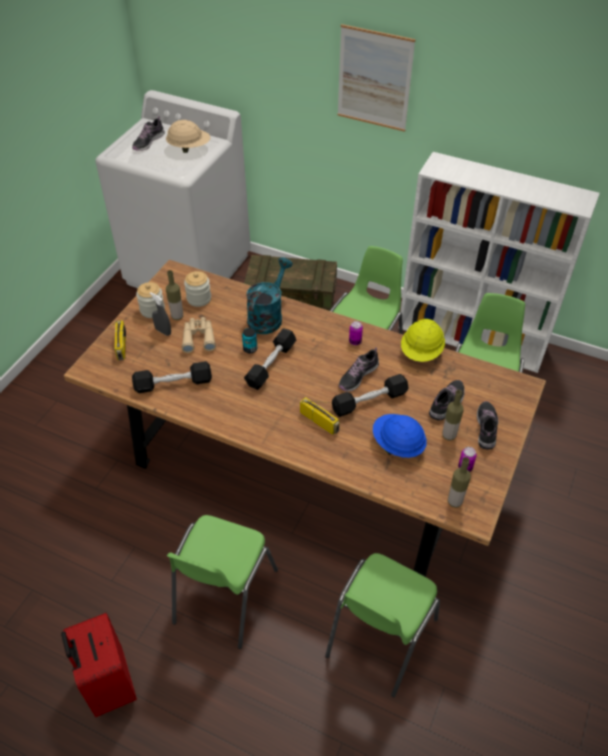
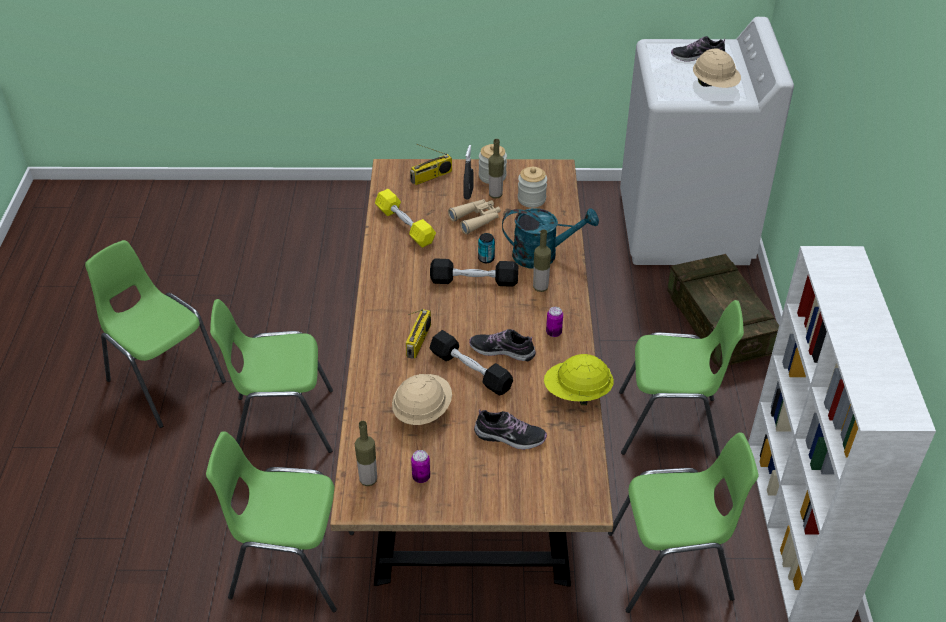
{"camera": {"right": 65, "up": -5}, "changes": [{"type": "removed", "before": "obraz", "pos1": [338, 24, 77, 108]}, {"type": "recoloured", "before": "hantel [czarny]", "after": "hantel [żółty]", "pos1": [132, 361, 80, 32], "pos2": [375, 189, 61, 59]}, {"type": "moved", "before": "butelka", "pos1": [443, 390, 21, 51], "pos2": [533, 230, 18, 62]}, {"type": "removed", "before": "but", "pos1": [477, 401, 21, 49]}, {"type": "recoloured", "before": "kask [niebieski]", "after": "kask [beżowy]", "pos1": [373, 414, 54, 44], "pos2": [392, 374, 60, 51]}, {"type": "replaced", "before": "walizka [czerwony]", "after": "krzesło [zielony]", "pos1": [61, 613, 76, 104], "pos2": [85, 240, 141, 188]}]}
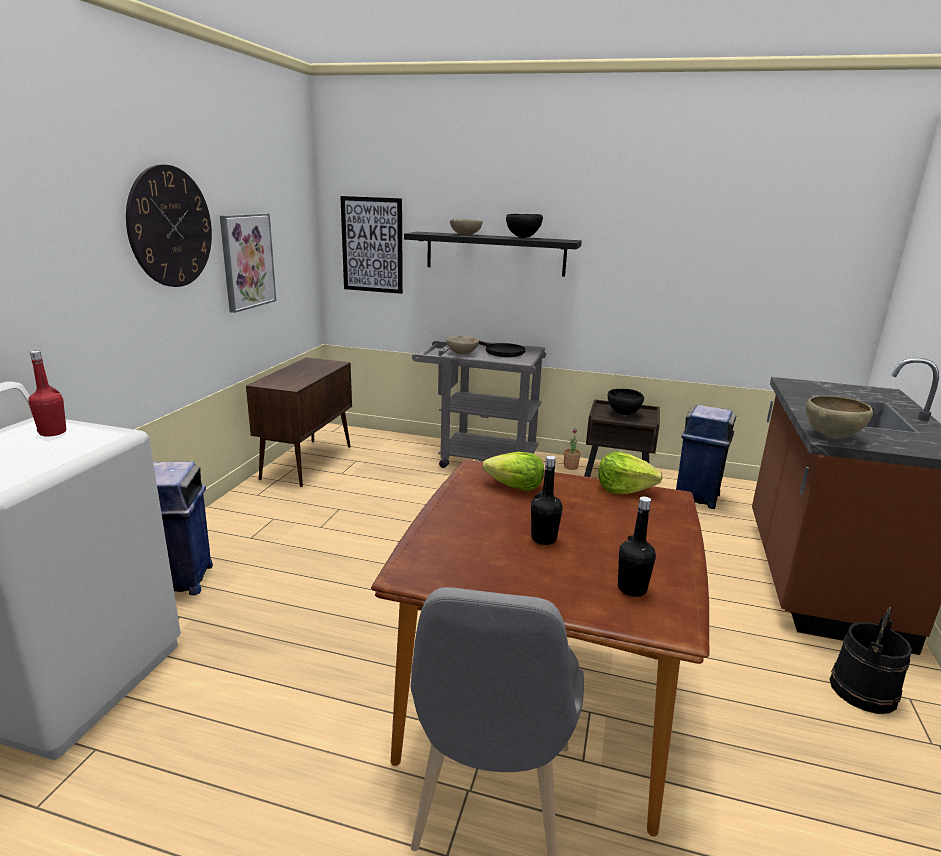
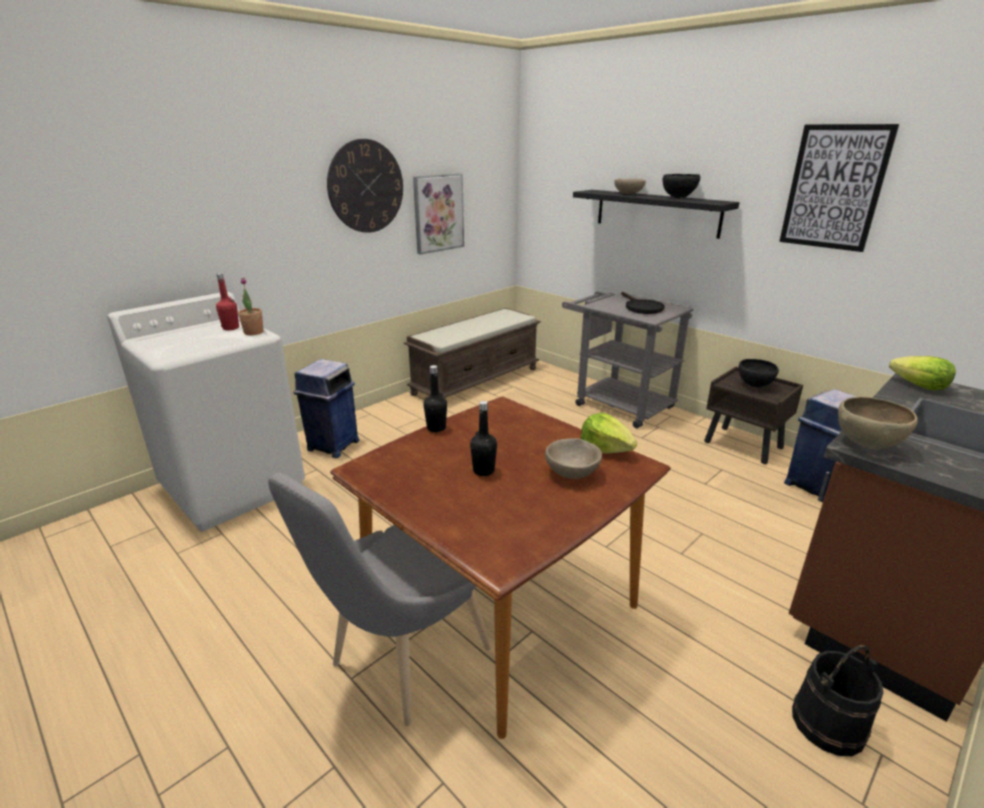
{"camera": {"right": 30, "up": 5}, "changes": [{"type": "moved", "before": "obraz", "pos1": [340, 196, 63, 98], "pos2": [779, 124, 120, 128]}, {"type": "moved", "before": "miska [beżowy]", "pos1": [446, 335, 33, 19], "pos2": [545, 438, 57, 41]}, {"type": "replaced", "before": "szafka [brązowy]", "after": "ławka [brązowy]", "pos1": [246, 357, 106, 130], "pos2": [404, 308, 137, 90]}, {"type": "moved", "before": "roślina doniczkowa", "pos1": [564, 428, 17, 42], "pos2": [238, 278, 25, 57]}, {"type": "moved", "before": "sałata", "pos1": [483, 452, 61, 39], "pos2": [889, 356, 67, 35]}, {"type": "moved", "before": "butelka [czarny]", "pos1": [618, 496, 38, 101], "pos2": [423, 365, 24, 67]}]}
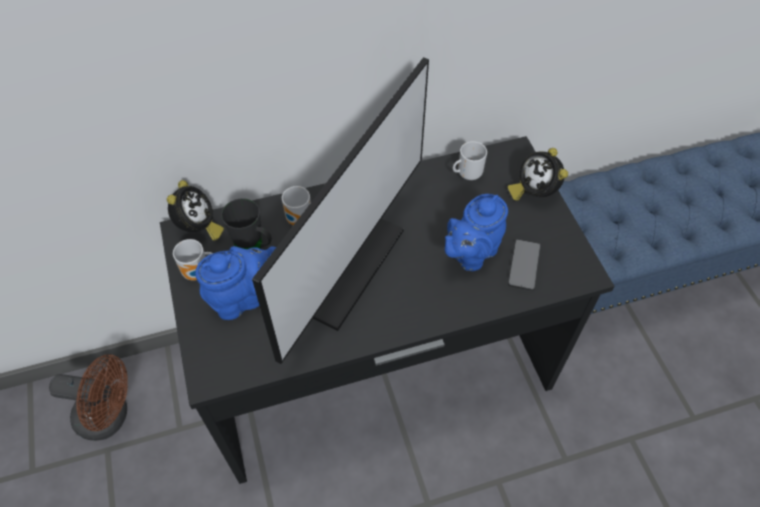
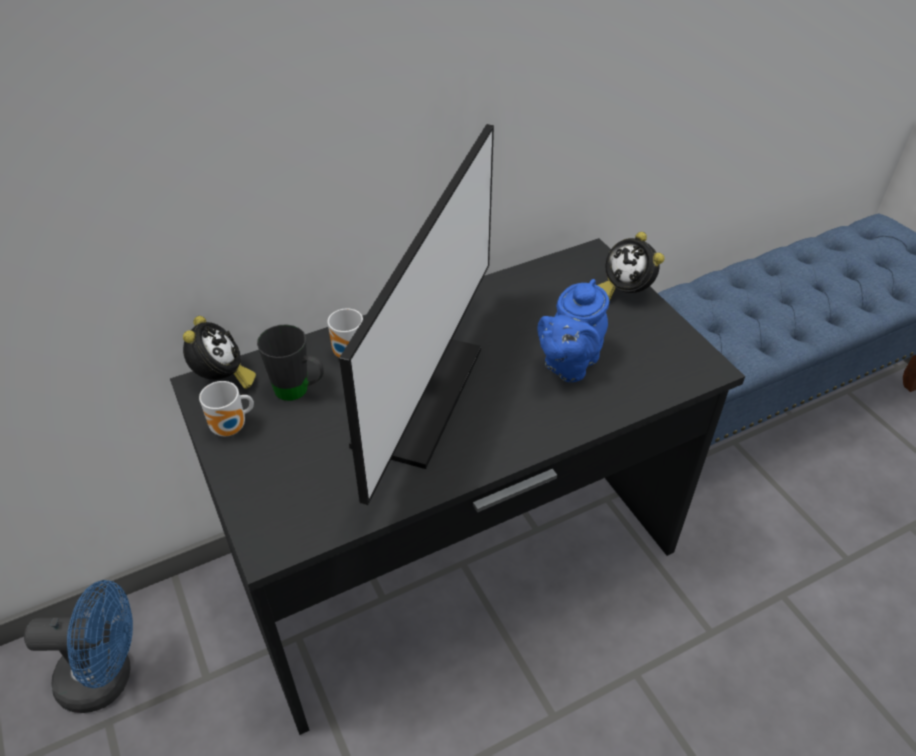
{"camera": {"right": -10, "up": -10}, "changes": [{"type": "removed", "before": "kubek", "pos1": [453, 141, 34, 39]}, {"type": "removed", "before": "telefon", "pos1": [508, 239, 33, 52]}, {"type": "removed", "before": "imbryk [niebieski]", "pos1": [195, 246, 81, 74]}, {"type": "recoloured", "before": "wentylator [brązowy]", "after": "wentylator [niebieski]", "pos1": [49, 354, 79, 87], "pos2": [24, 580, 109, 133]}]}
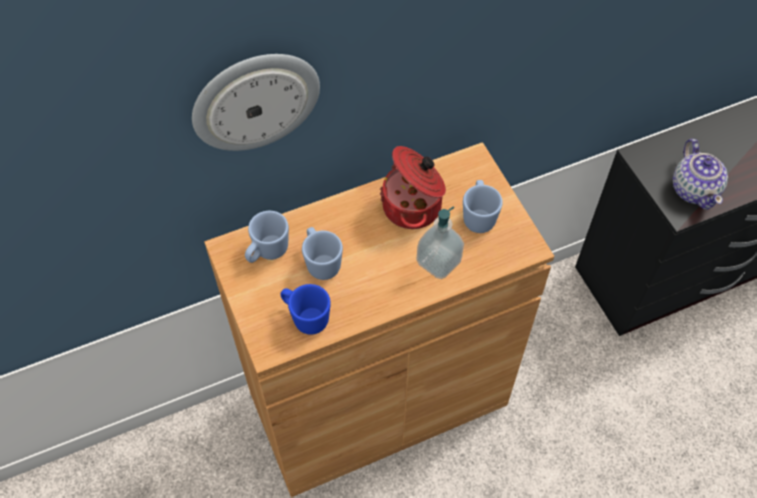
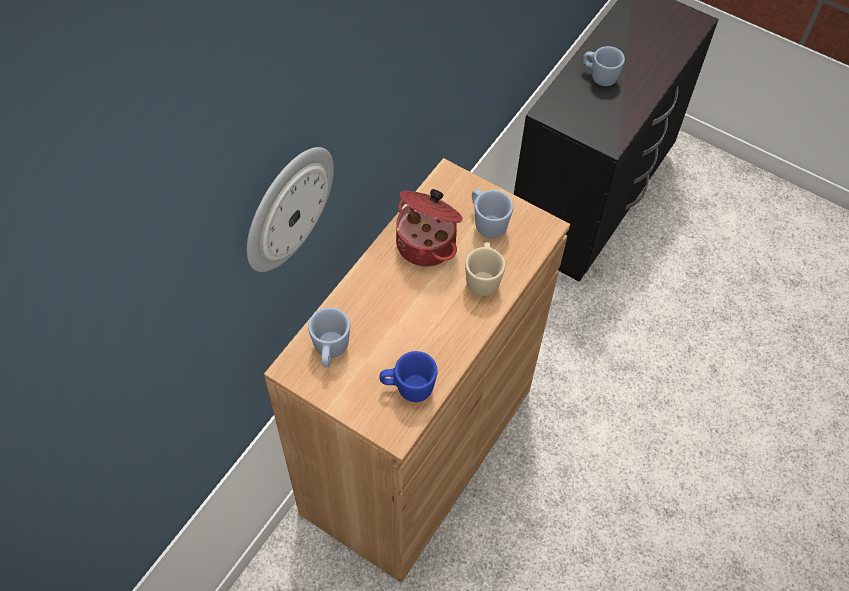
{"camera": {"right": -35, "up": 0}, "changes": [{"type": "removed", "before": "imbryk", "pos1": [673, 139, 55, 71]}, {"type": "replaced", "before": "dozownik mydła", "after": "kubek [beżowy]", "pos1": [417, 207, 47, 72], "pos2": [465, 242, 40, 54]}, {"type": "moved", "before": "kubek [niebieski]", "pos1": [302, 227, 41, 53], "pos2": [583, 46, 42, 40]}]}
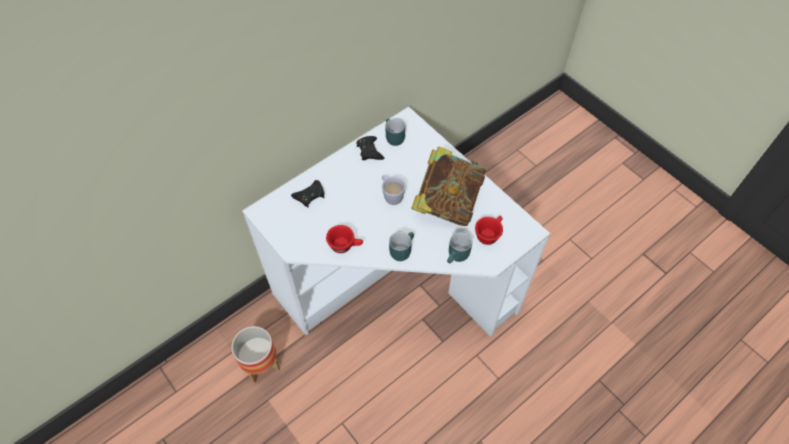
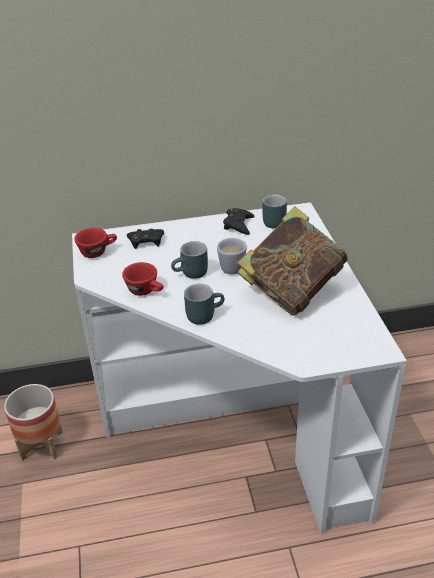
{"camera": {"right": 30, "up": -20}, "changes": [{"type": "moved", "before": "filiżanka [czerwony]", "pos1": [475, 216, 28, 29], "pos2": [74, 228, 43, 30]}, {"type": "moved", "before": "kubek [turkusowy]", "pos1": [447, 232, 25, 31], "pos2": [171, 241, 37, 38]}]}
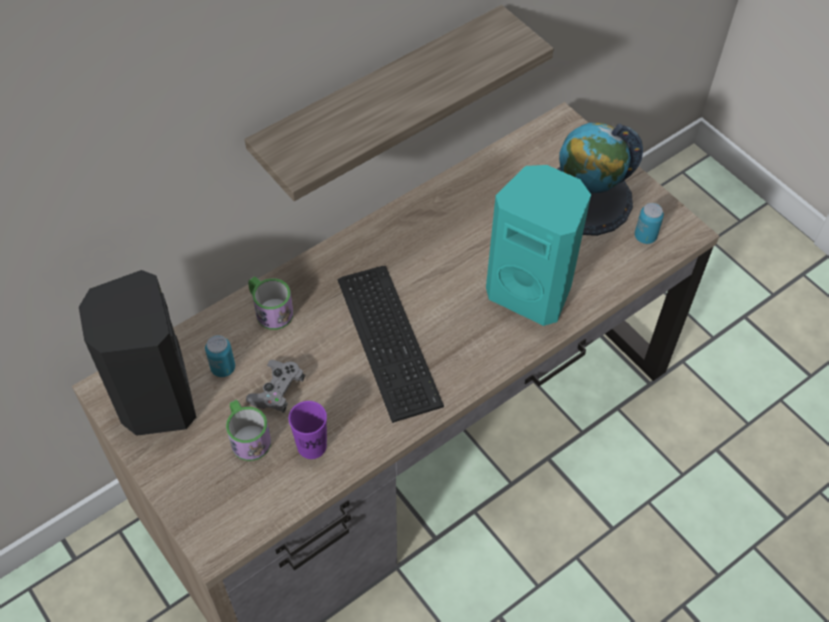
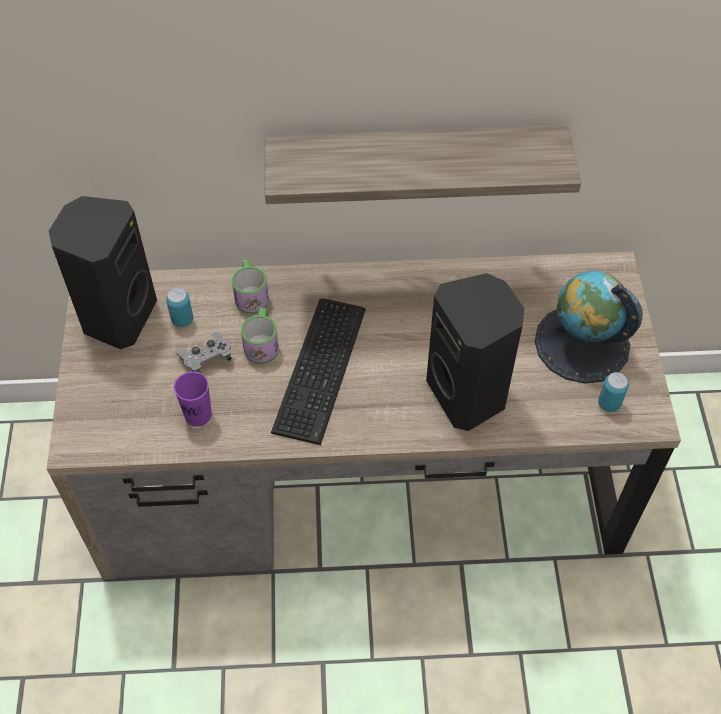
{"camera": {"right": 35, "up": 0}, "changes": [{"type": "recoloured", "before": "głośnik [turkusowy]", "after": "głośnik [czarny]", "pos1": [486, 165, 105, 161], "pos2": [426, 273, 98, 158]}, {"type": "moved", "before": "kubek", "pos1": [226, 400, 45, 61], "pos2": [241, 308, 38, 56]}]}
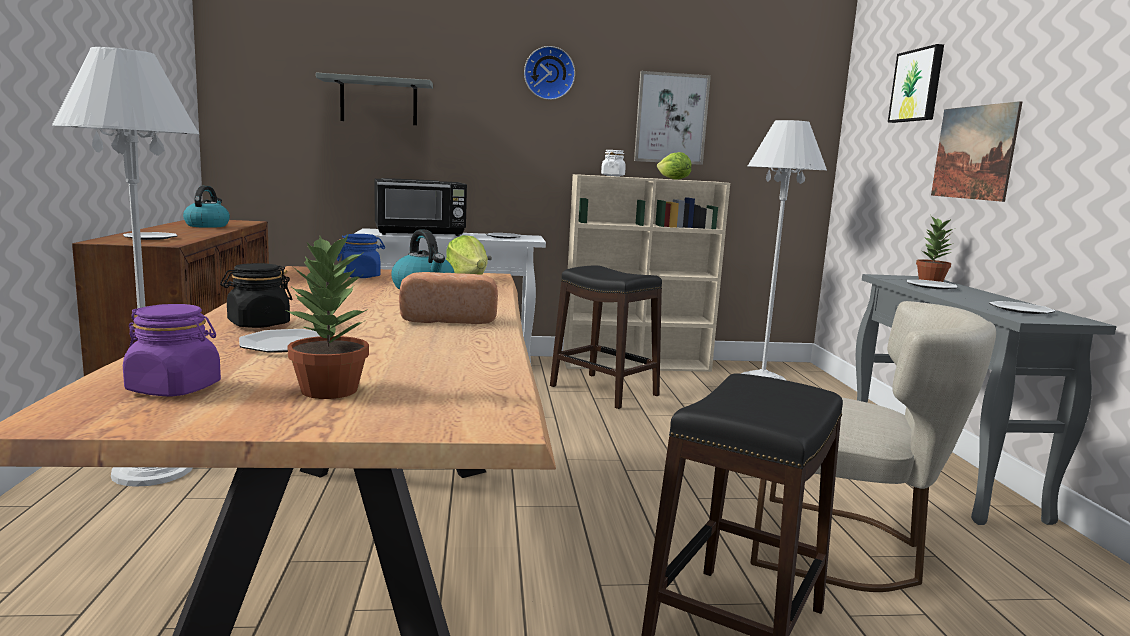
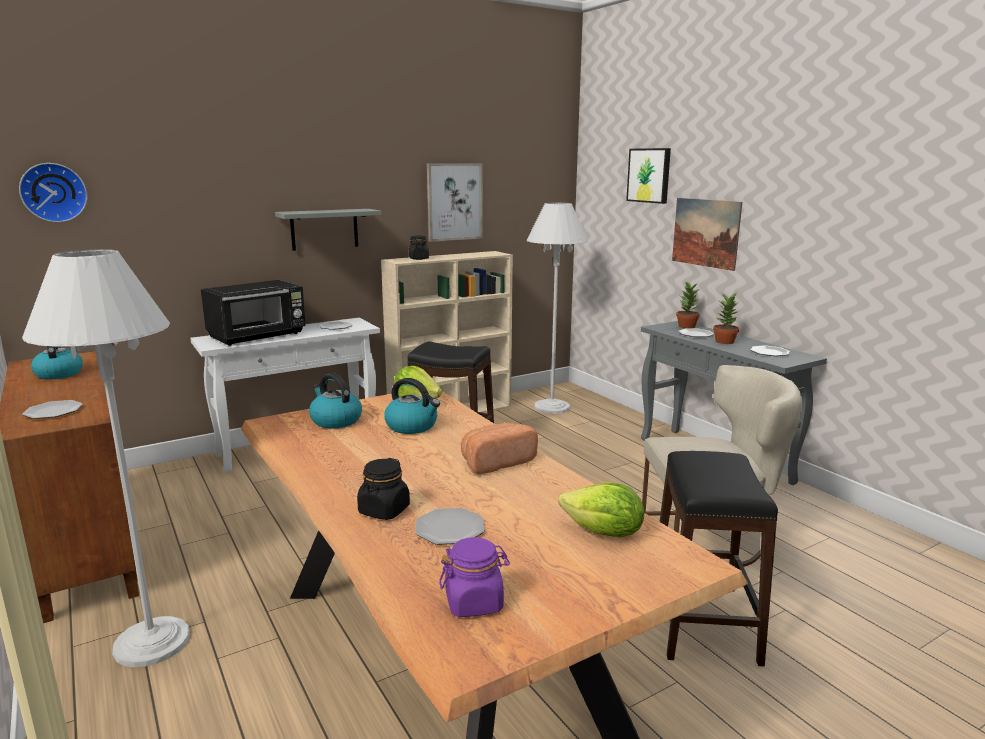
{"camera": {"right": -25, "up": 5}, "changes": [{"type": "moved", "before": "zegar ścienny", "pos1": [524, 46, 51, 54], "pos2": [19, 163, 68, 59]}, {"type": "moved", "before": "półka [szary]", "pos1": [316, 73, 117, 52], "pos2": [275, 209, 107, 42]}, {"type": "recoloured", "before": "słoik [biały]", "after": "słoik [czarny]", "pos1": [601, 150, 25, 27], "pos2": [409, 236, 20, 24]}, {"type": "moved", "before": "sałata", "pos1": [657, 152, 35, 28], "pos2": [559, 482, 86, 56]}, {"type": "replaced", "before": "słoik [niebieski]", "after": "czajnik", "pos1": [337, 234, 48, 44], "pos2": [309, 373, 53, 55]}, {"type": "moved", "before": "roślina doniczkowa", "pos1": [286, 235, 83, 164], "pos2": [713, 293, 26, 51]}]}
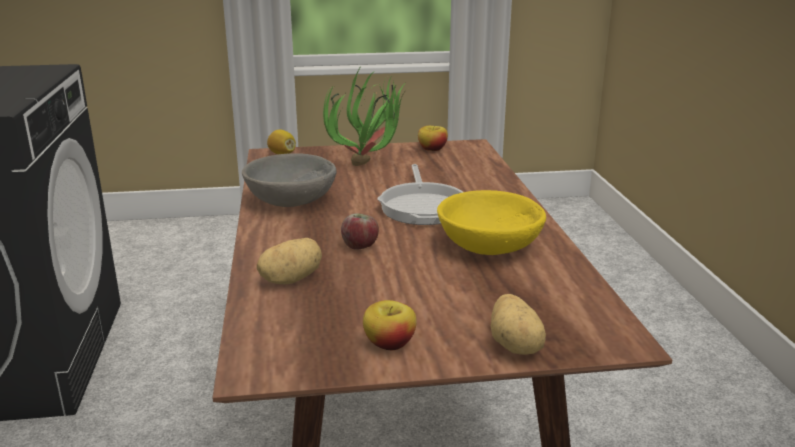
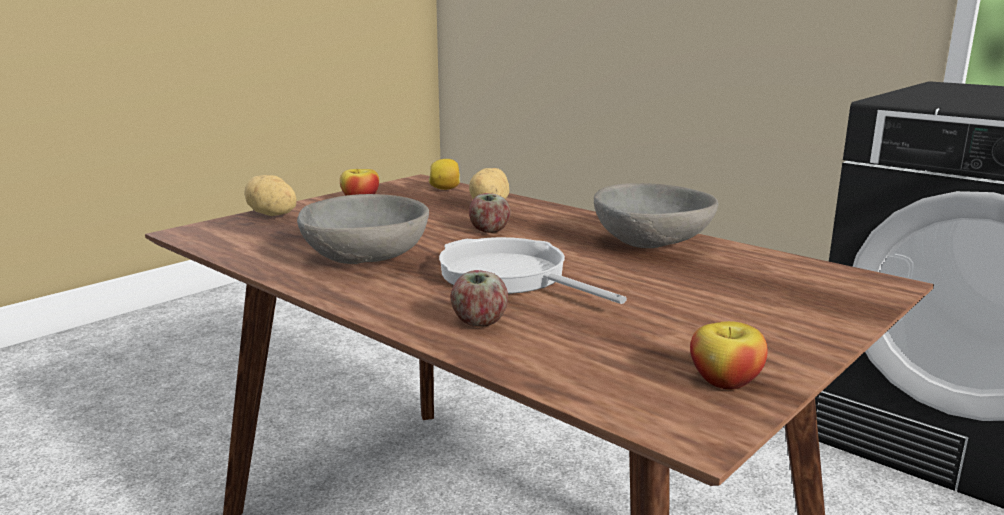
{"camera": {"right": 140, "up": -5}, "changes": [{"type": "removed", "before": "roślina doniczkowa", "pos1": [323, 65, 84, 101]}, {"type": "moved", "before": "cytryna", "pos1": [267, 130, 29, 24], "pos2": [429, 159, 31, 31]}, {"type": "recoloured", "before": "miska [żółty]", "after": "miska [szary]", "pos1": [437, 190, 109, 65], "pos2": [297, 194, 132, 70]}, {"type": "added", "after": "jabłko", "pos2": [451, 270, 57, 57]}]}
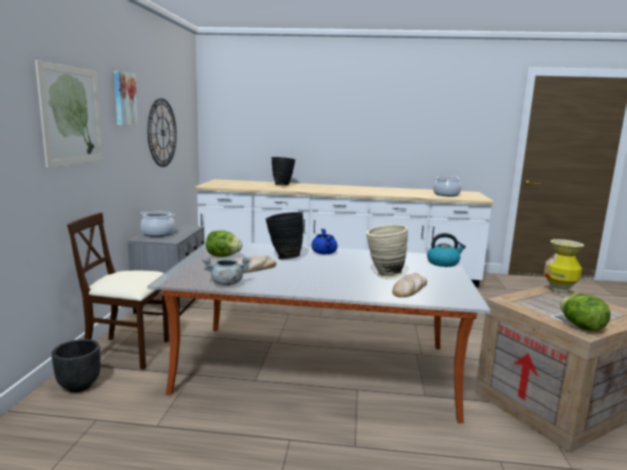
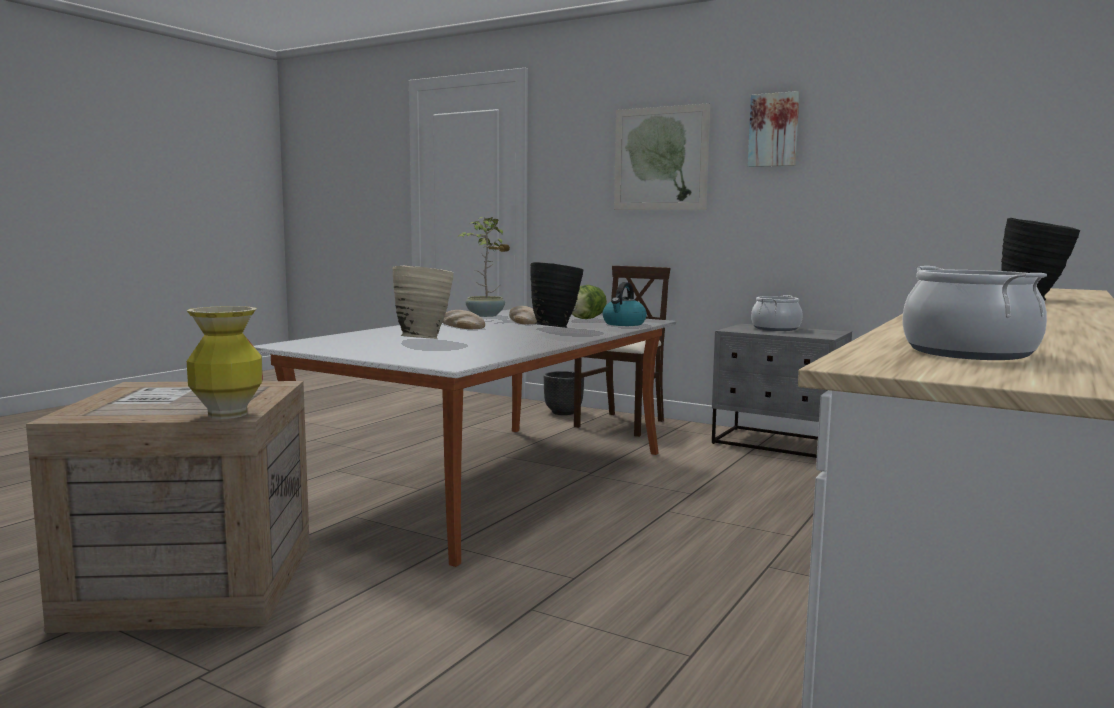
{"camera": {"right": 115, "up": -5}, "changes": [{"type": "removed", "before": "zegar ścienny", "pos1": [148, 98, 29, 69]}, {"type": "removed", "before": "garnek [niebieski]", "pos1": [311, 229, 27, 25]}, {"type": "moved", "before": "czajnik", "pos1": [427, 233, 39, 34], "pos2": [603, 282, 44, 44]}, {"type": "replaced", "before": "garnek [szary]", "after": "roślina doniczkowa", "pos1": [202, 257, 48, 29], "pos2": [458, 217, 47, 100]}, {"type": "moved", "before": "chleb", "pos1": [392, 273, 35, 24], "pos2": [442, 310, 43, 19]}, {"type": "removed", "before": "sałata", "pos1": [560, 294, 51, 38]}]}
